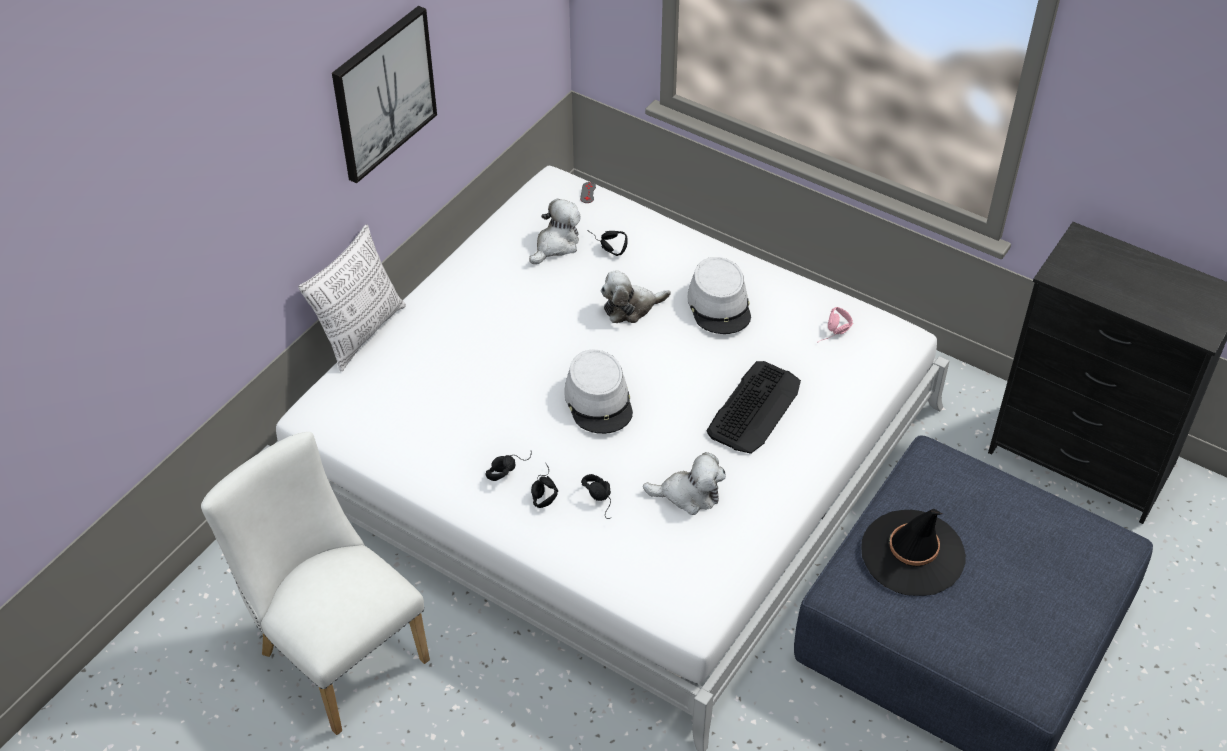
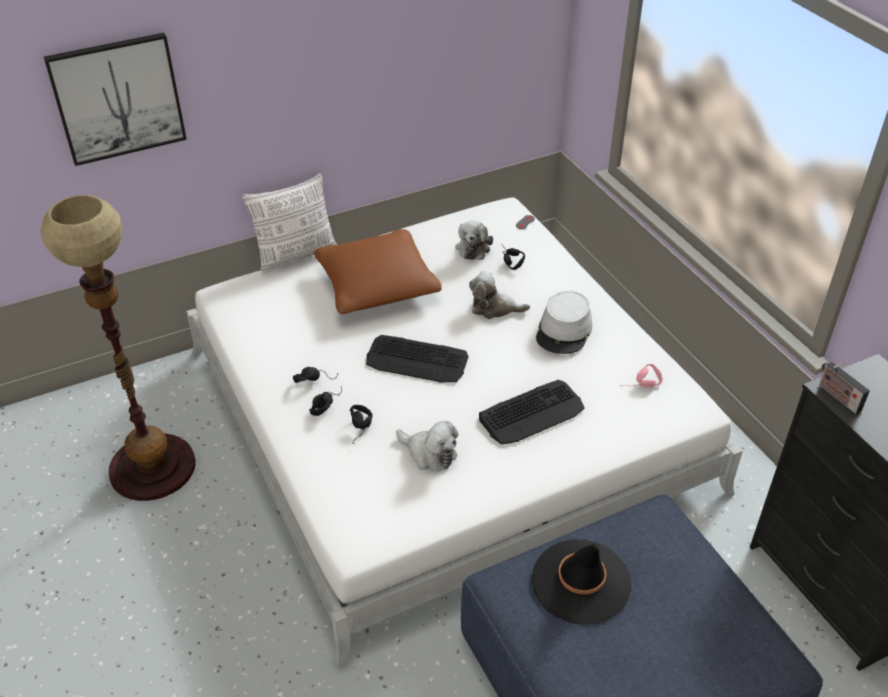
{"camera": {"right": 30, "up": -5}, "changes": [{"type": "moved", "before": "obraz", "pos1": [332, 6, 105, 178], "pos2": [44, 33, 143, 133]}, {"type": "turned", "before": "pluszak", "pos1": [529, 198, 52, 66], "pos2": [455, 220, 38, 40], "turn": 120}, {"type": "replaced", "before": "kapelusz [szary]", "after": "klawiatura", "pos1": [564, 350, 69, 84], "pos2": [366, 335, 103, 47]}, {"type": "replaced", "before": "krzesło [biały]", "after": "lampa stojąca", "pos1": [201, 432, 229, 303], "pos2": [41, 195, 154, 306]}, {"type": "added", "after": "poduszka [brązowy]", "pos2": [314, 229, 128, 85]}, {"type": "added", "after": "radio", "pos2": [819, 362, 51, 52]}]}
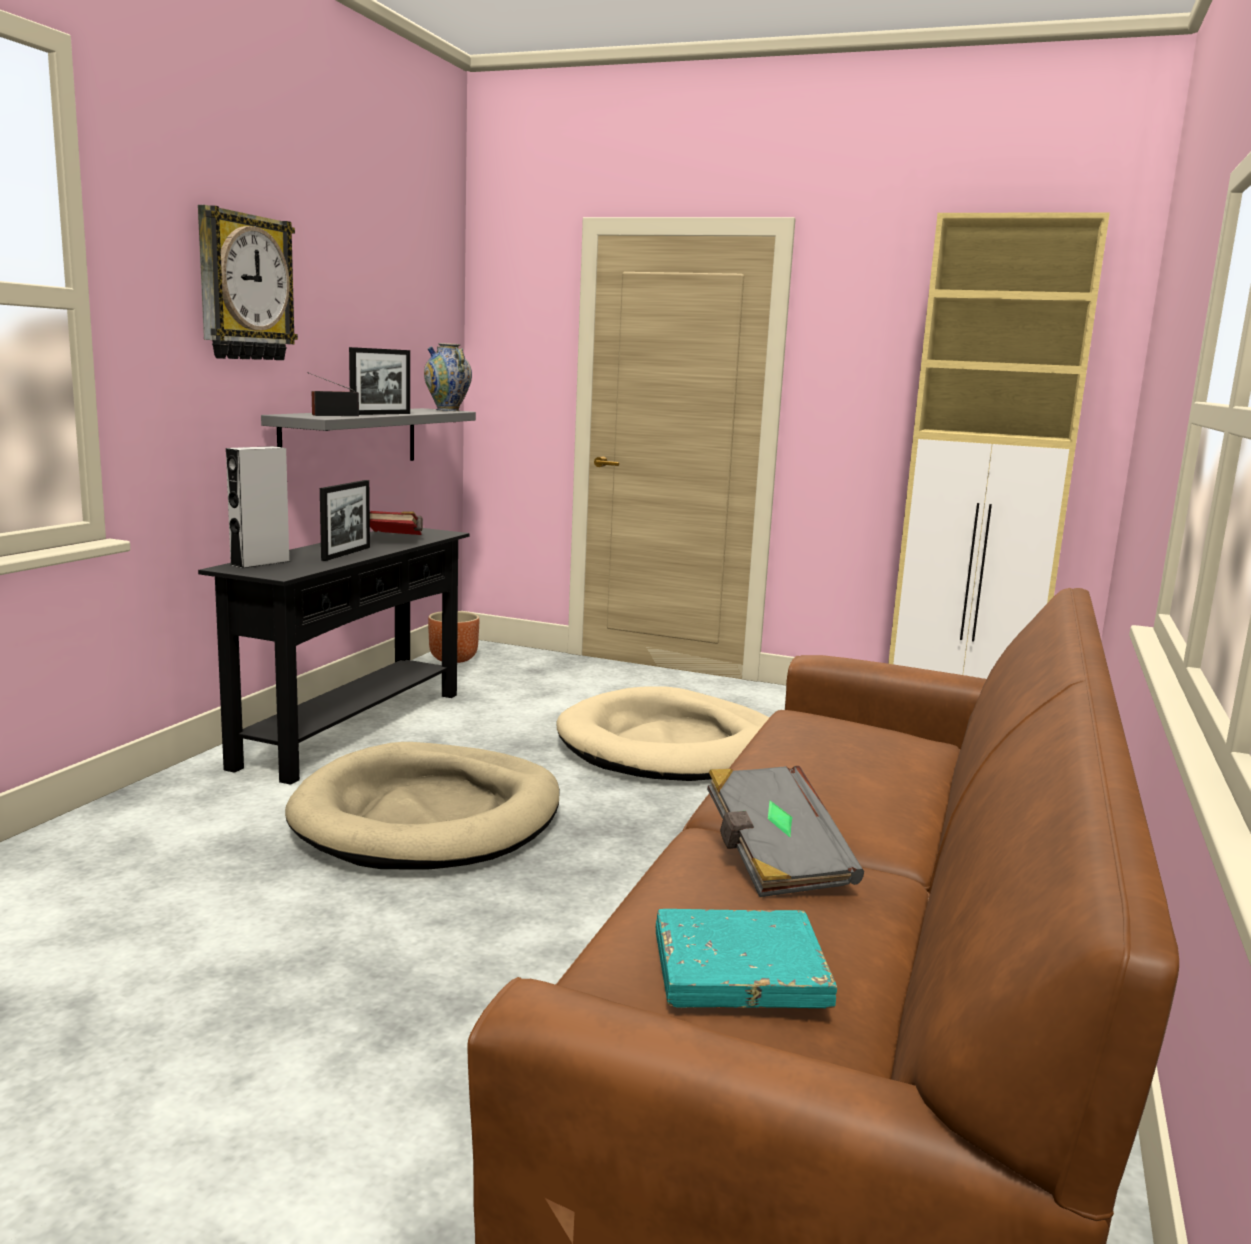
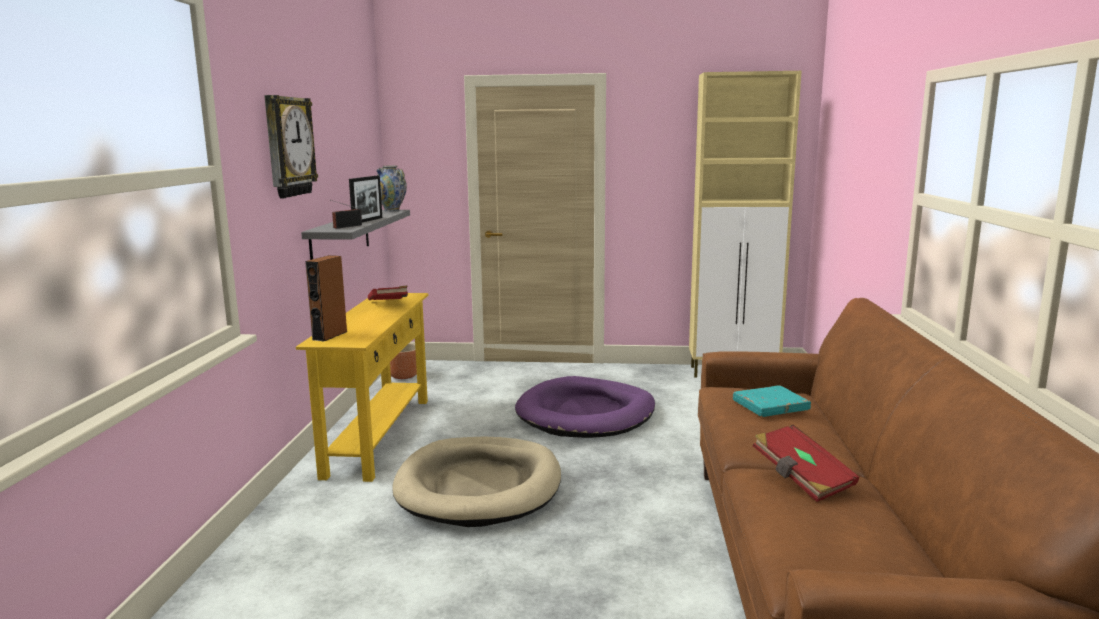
{"camera": {"right": -15, "up": 0}, "changes": [{"type": "recoloured", "before": "głośnik [szary]", "after": "głośnik [brązowy]", "pos1": [226, 446, 64, 122], "pos2": [305, 255, 42, 86]}, {"type": "removed", "before": "ramka na zdjęcie", "pos1": [320, 480, 50, 81]}, {"type": "recoloured", "before": "stolik konsolowy [czarny]", "after": "stolik konsolowy [żółty]", "pos1": [198, 528, 271, 257], "pos2": [296, 293, 132, 189]}, {"type": "recoloured", "before": "legowisko [beżowy]", "after": "legowisko [fioletowy]", "pos1": [556, 686, 214, 95], "pos2": [515, 376, 140, 62]}, {"type": "recoloured", "before": "książka [szary]", "after": "książka [czerwony]", "pos1": [707, 766, 157, 131], "pos2": [753, 425, 106, 77]}, {"type": "moved", "before": "książka [turkusowy]", "pos1": [656, 909, 181, 99], "pos2": [733, 385, 78, 32]}]}
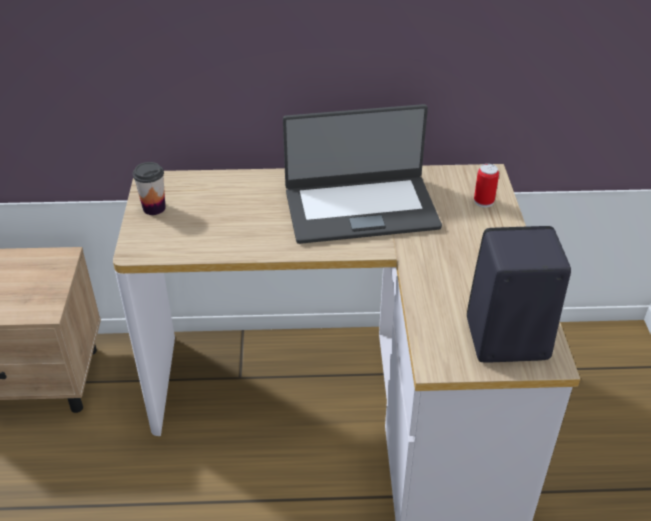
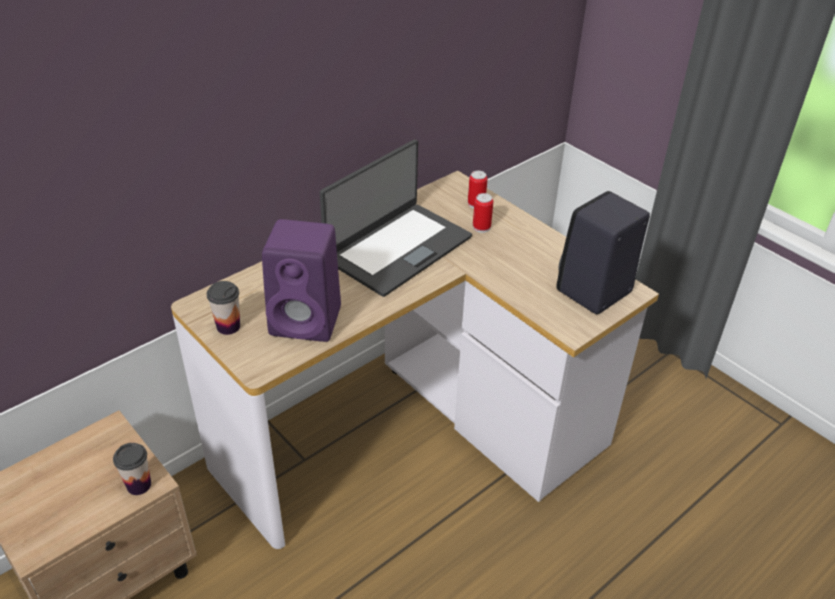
{"camera": {"right": -40, "up": 0}, "changes": [{"type": "added", "after": "puszka", "pos2": [473, 193, 20, 40]}, {"type": "added", "after": "głośnik [fioletowy]", "pos2": [262, 219, 79, 123]}, {"type": "added", "after": "filiżanka", "pos2": [113, 443, 38, 52]}]}
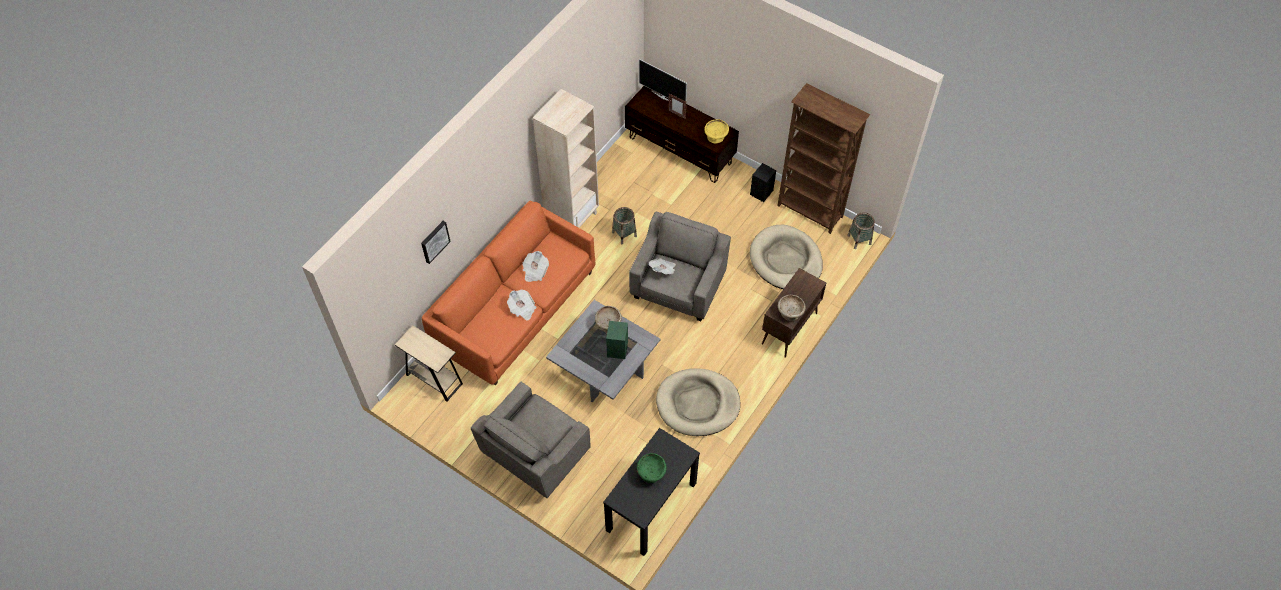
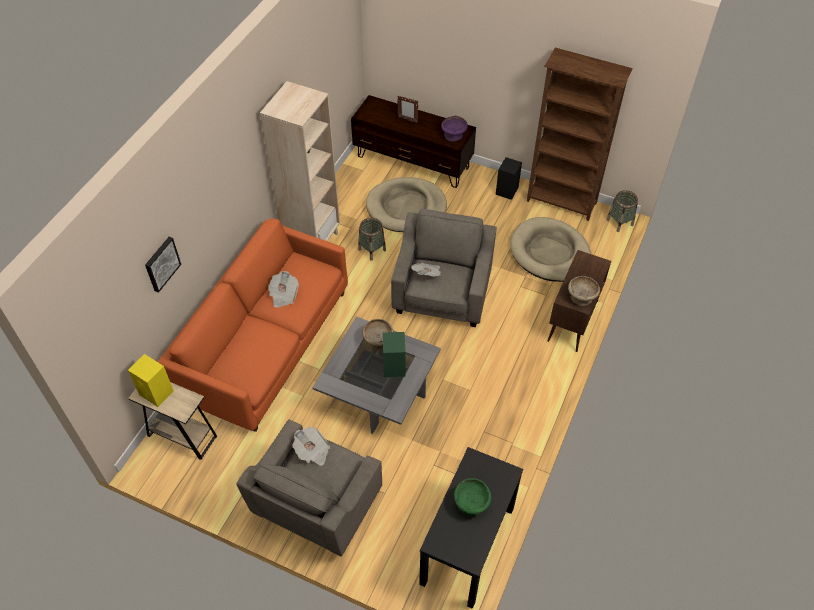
{"camera": {"right": -10, "up": -5}, "changes": [{"type": "removed", "before": "telewizor", "pos1": [639, 59, 48, 42]}, {"type": "recoloured", "before": "miska [żółty]", "after": "miska [fioletowy]", "pos1": [704, 119, 25, 24], "pos2": [441, 115, 27, 27]}, {"type": "moved", "before": "gazeta", "pos1": [507, 290, 30, 30], "pos2": [292, 427, 38, 39]}, {"type": "moved", "before": "legowisko [beżowy]", "pos1": [656, 368, 84, 68], "pos2": [366, 177, 81, 55]}, {"type": "added", "after": "głośnik [żółty]", "pos2": [128, 354, 46, 53]}]}
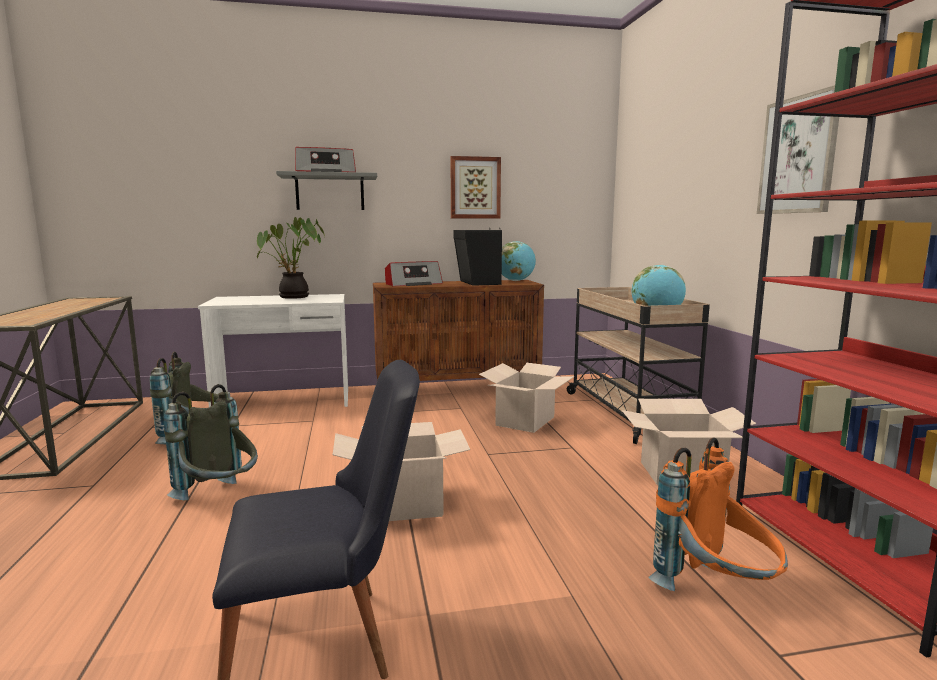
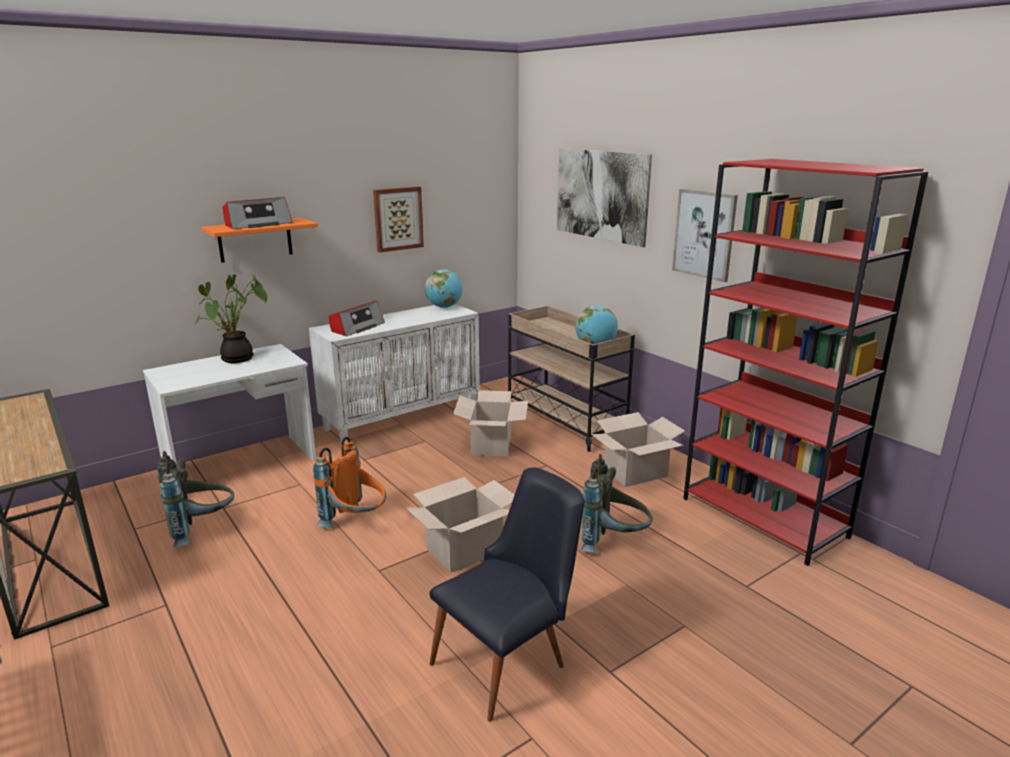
{"camera": {"right": -25, "up": 10}, "changes": [{"type": "recoloured", "before": "półka [szary]", "after": "półka [pomarańczowy]", "pos1": [276, 171, 101, 39], "pos2": [201, 218, 117, 45]}, {"type": "removed", "before": "głośnik [czarny]", "pos1": [453, 228, 49, 58]}, {"type": "recoloured", "before": "szafka [brązowy]", "after": "szafka [biały]", "pos1": [373, 280, 171, 101], "pos2": [309, 304, 171, 140]}, {"type": "moved", "before": "plecak [szary]", "pos1": [164, 384, 94, 116], "pos2": [581, 454, 72, 98]}, {"type": "moved", "before": "plecak [pomarańczowy]", "pos1": [648, 437, 140, 154], "pos2": [313, 437, 73, 91]}, {"type": "added", "after": "obraz", "pos2": [557, 148, 95, 99]}]}
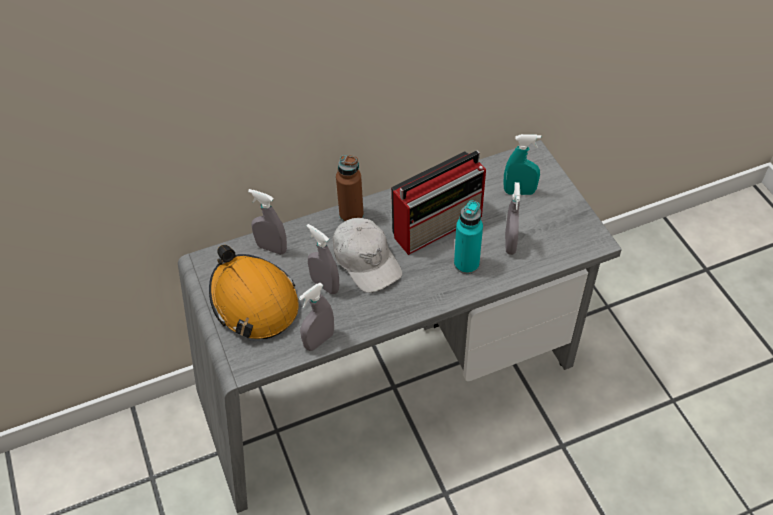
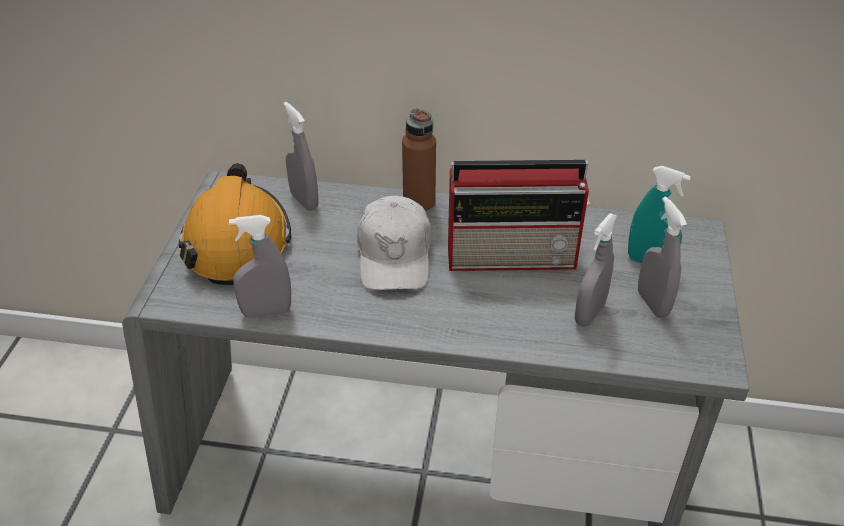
{"camera": {"right": 30, "up": -10}, "changes": [{"type": "removed", "before": "butelka [turkusowy]", "pos1": [454, 200, 29, 74]}, {"type": "moved", "before": "spryskiwacz [szary]", "pos1": [307, 224, 32, 70], "pos2": [638, 196, 49, 122]}]}
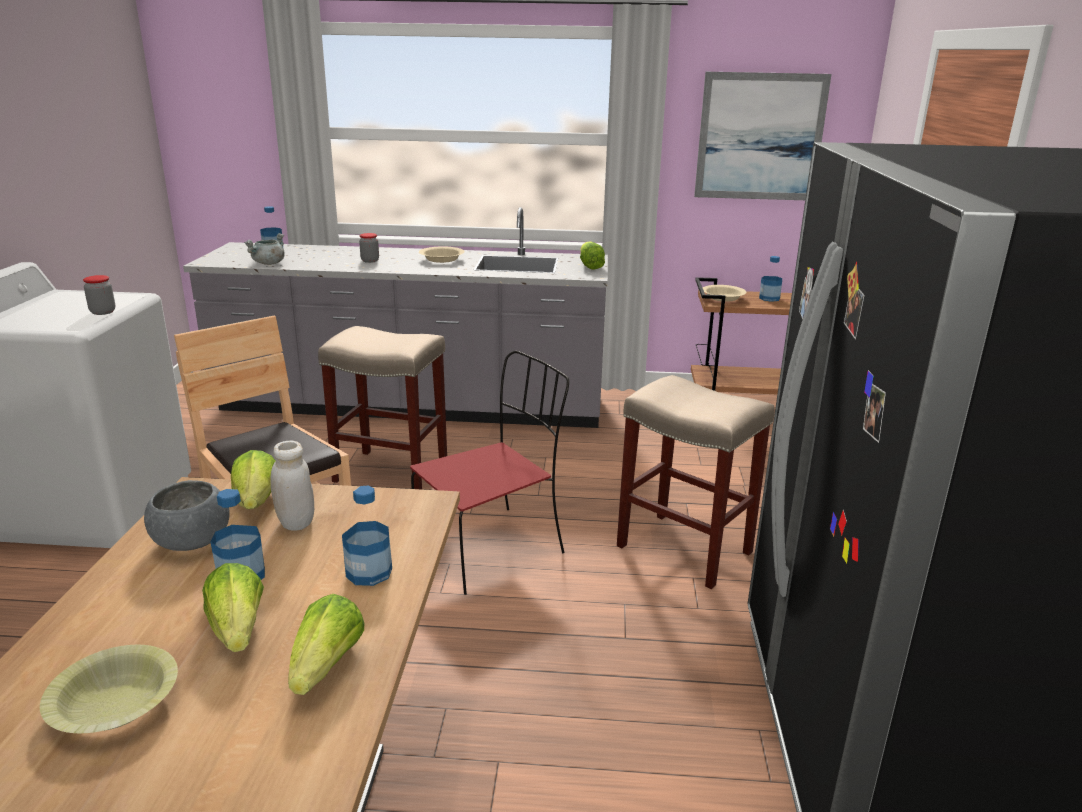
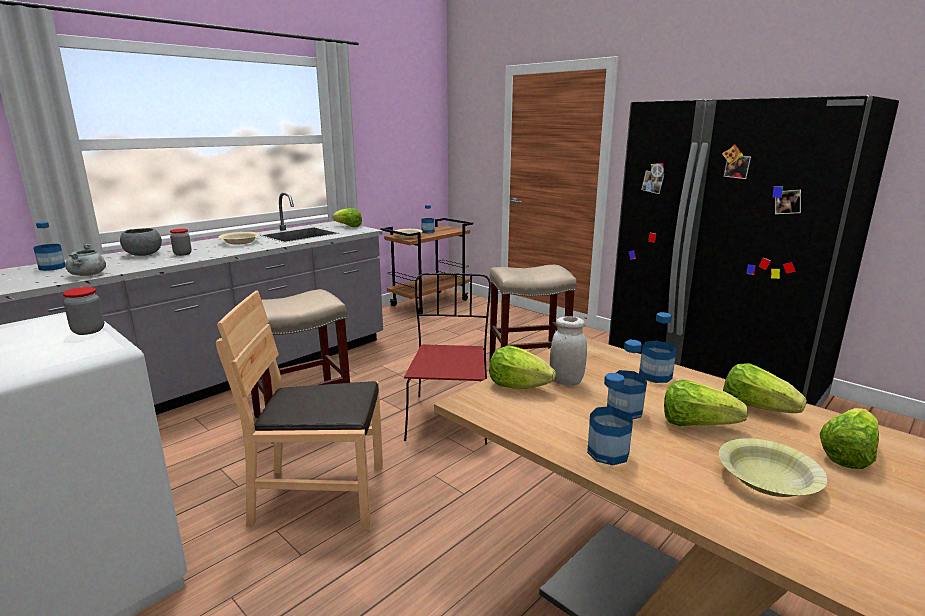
{"camera": {"right": -50, "up": -5}, "changes": [{"type": "removed", "before": "obraz", "pos1": [694, 72, 138, 128]}, {"type": "moved", "before": "miska [szary]", "pos1": [144, 480, 86, 71], "pos2": [120, 228, 42, 28]}, {"type": "added", "after": "butelka", "pos2": [587, 373, 46, 92]}, {"type": "added", "after": "sałata", "pos2": [819, 408, 60, 61]}]}
